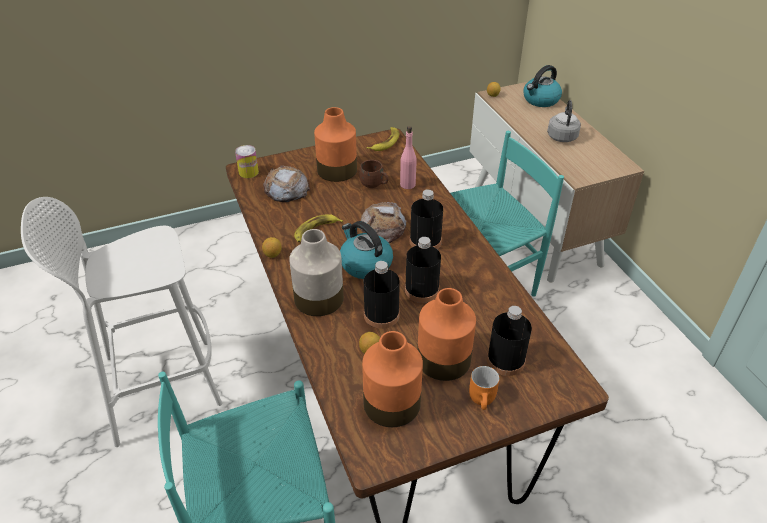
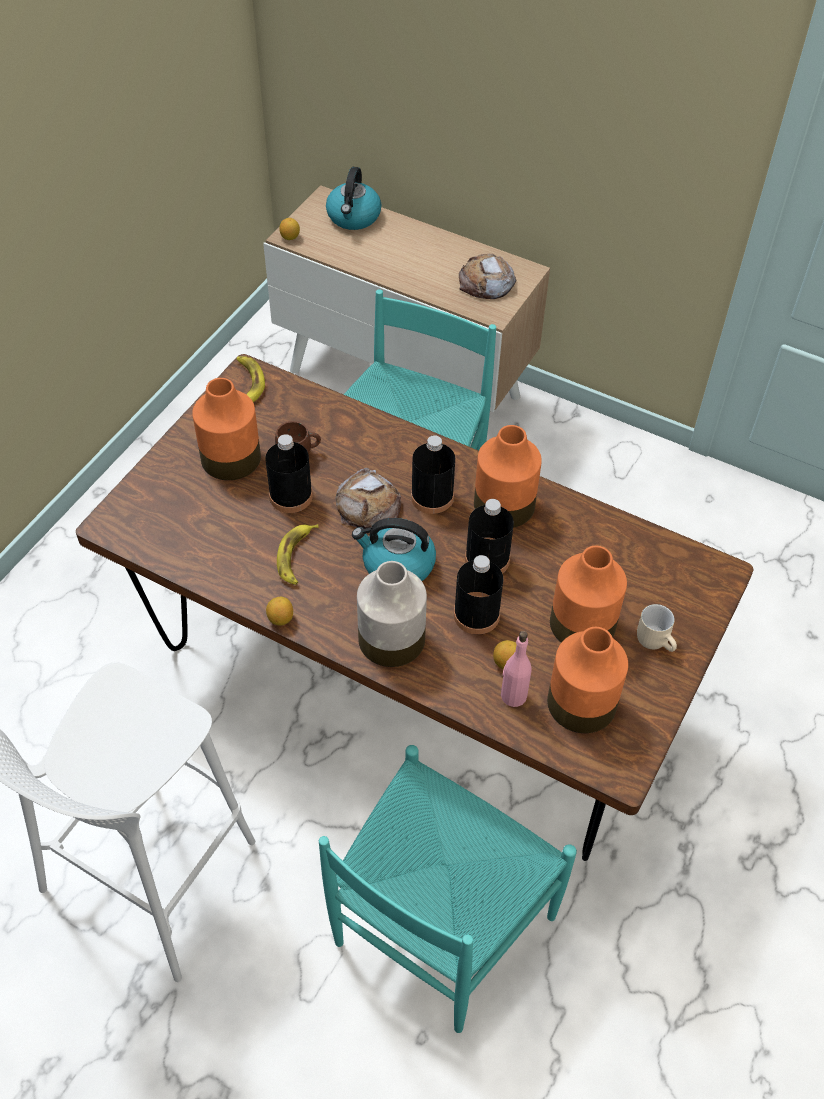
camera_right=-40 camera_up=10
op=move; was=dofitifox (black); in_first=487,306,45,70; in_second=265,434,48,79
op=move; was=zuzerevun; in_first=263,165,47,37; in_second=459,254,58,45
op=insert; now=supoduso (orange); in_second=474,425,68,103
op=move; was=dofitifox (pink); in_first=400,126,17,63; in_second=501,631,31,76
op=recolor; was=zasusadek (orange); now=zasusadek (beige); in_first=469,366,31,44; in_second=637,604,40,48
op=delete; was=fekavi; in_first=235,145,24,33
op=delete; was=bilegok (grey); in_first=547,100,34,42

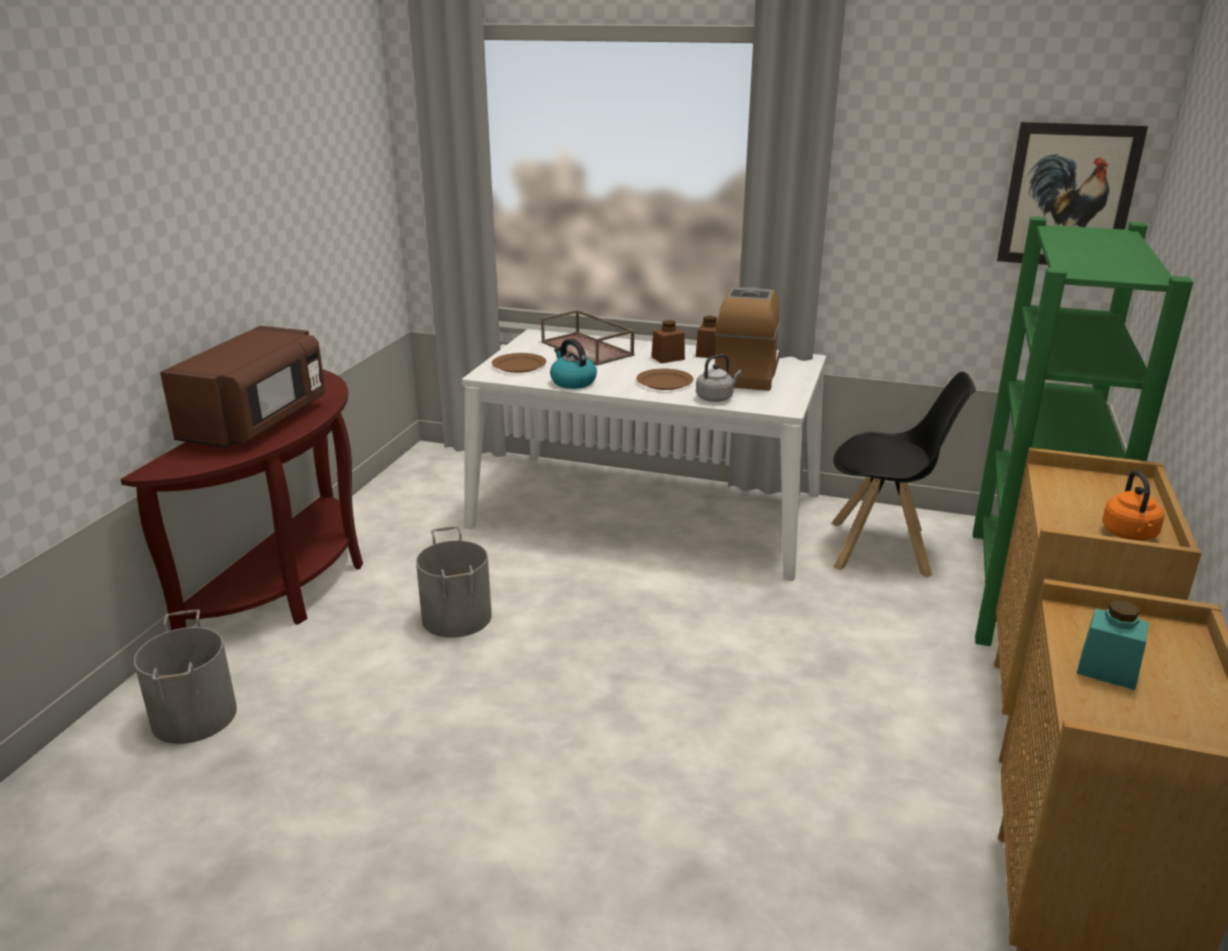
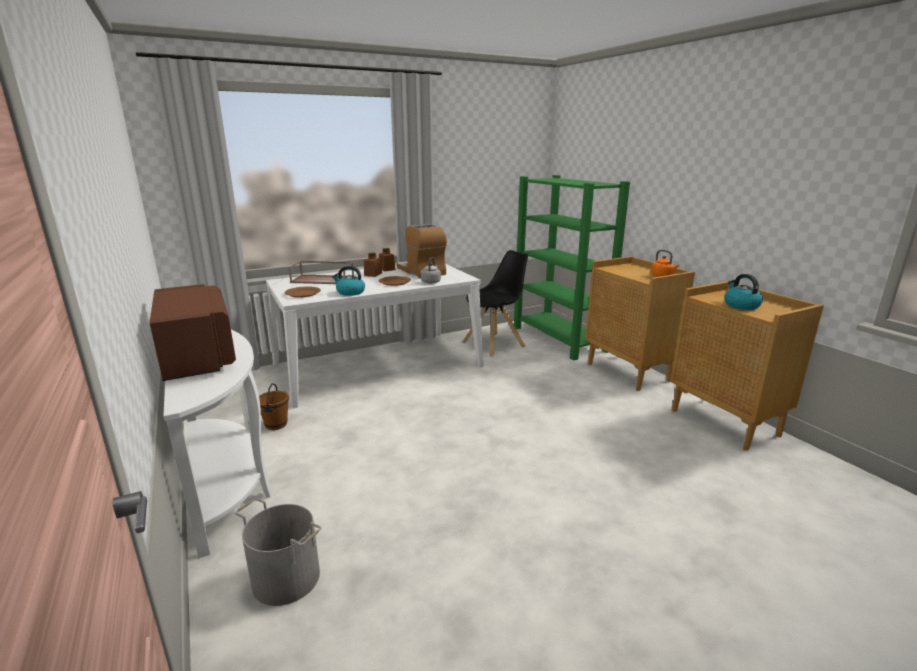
camera_right=-45 camera_up=-5
op=recolor; was=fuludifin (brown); now=fuludifin (white); in_first=120,369,243,262; in_second=163,330,109,228
op=insert; now=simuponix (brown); in_second=259,383,30,47
op=replace; was=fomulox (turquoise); now=bilegok; in_first=1077,600,72,90; in_second=724,274,39,36
op=delete; was=simuponix (grey); in_first=416,526,76,112
op=delete; was=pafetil; in_first=997,122,151,143

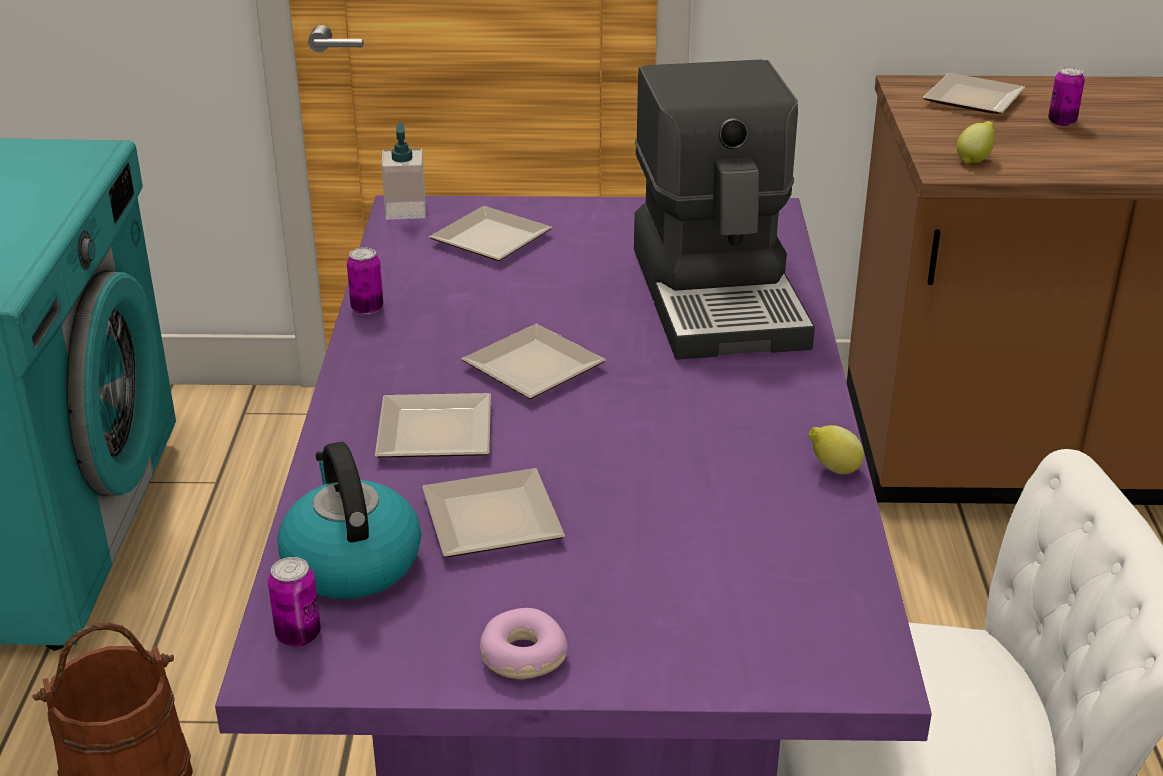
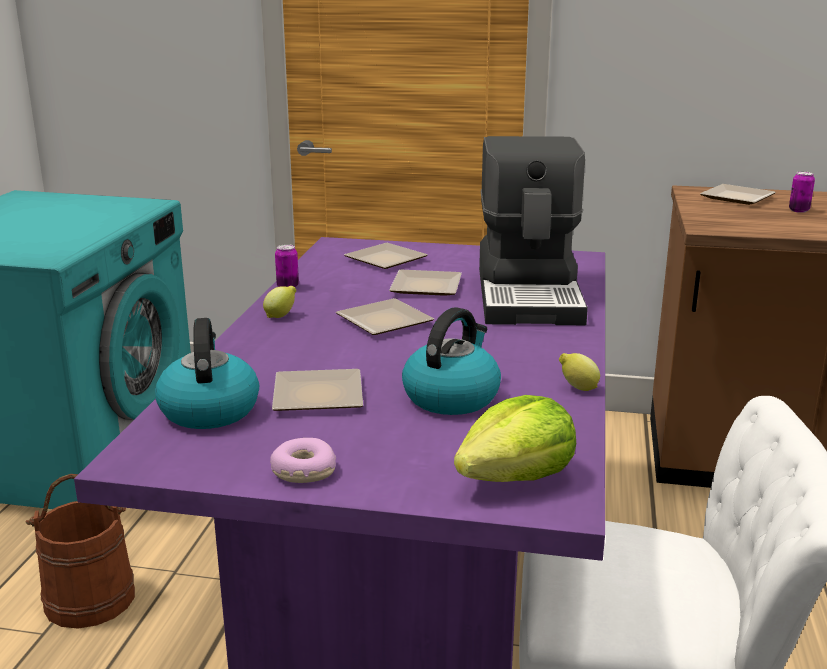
camera_right=10 camera_up=-10
op=move; was=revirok; in_first=957,121,38,43; in_second=263,286,33,32
op=move; was=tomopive; in_first=375,393,116,65; in_second=389,270,73,26
op=insert; now=bilegok; in_second=402,307,99,108
op=insert; now=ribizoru; in_second=454,395,122,87
op=delete; was=fekavi; in_first=268,557,53,90
op=delete; was=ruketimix; in_first=381,122,45,98

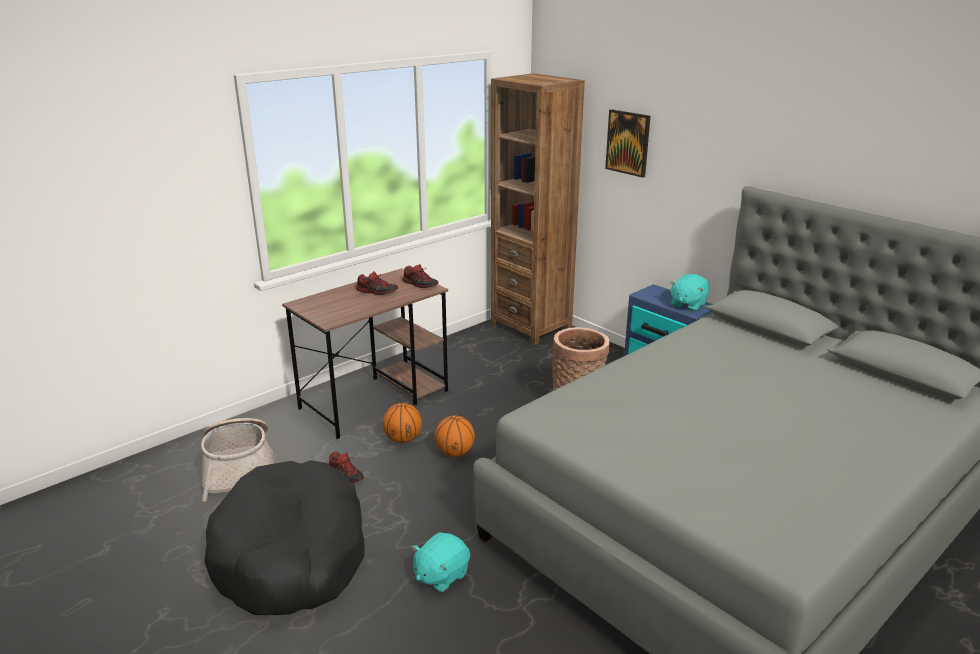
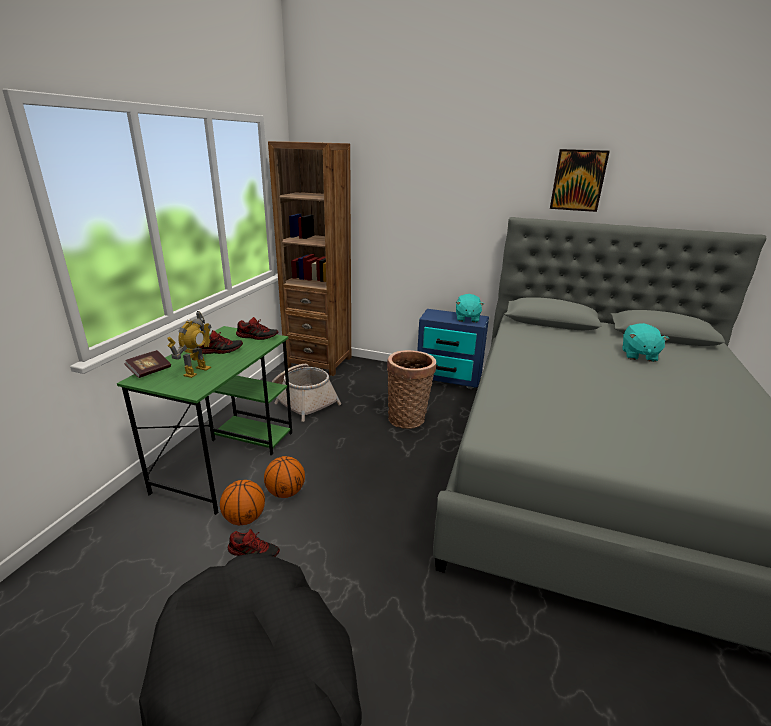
camera_right=-30 camera_up=0
op=recolor; was=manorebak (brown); now=manorebak (green); in_first=282,268,166,171; in_second=117,326,175,189
op=insert; now=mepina; in_second=125,350,46,28
op=insert; now=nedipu; in_second=167,311,45,67
op=move; was=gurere; in_first=434,416,41,41; in_second=220,480,45,45
op=move; was=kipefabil; in_first=201,418,73,84; in_second=272,364,69,58
op=move; was=pafetil; in_first=605,109,46,69; in_second=550,149,60,63
op=move; was=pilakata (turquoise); in_first=412,532,58,61; in_second=623,323,46,39

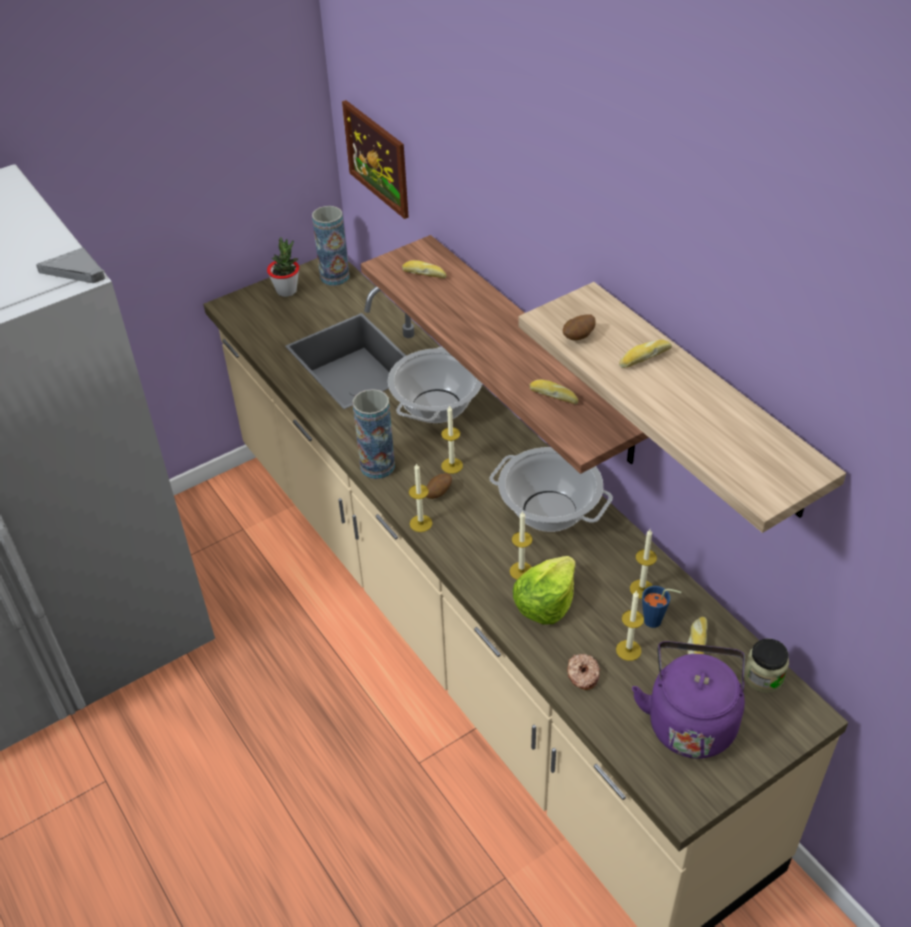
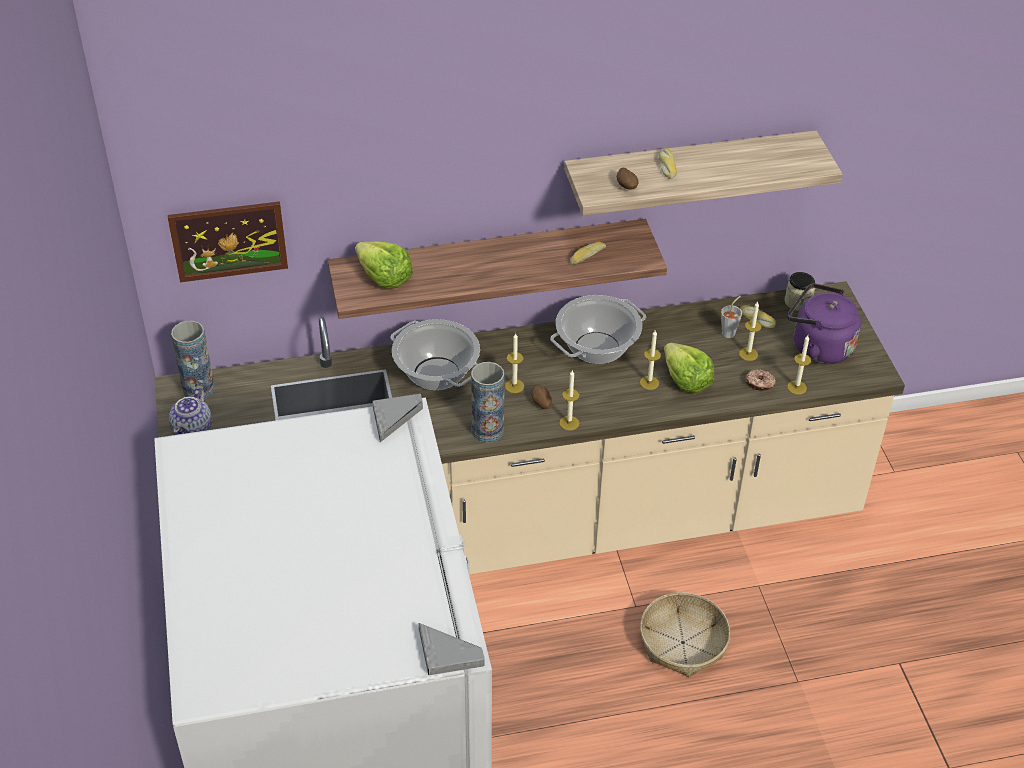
camera_right=-70 camera_up=0
op=replace; was=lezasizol; now=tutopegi; in_first=267,237,32,60; in_second=169,387,43,48
op=replace; was=zuzerevun; now=ribizoru; in_first=402,260,45,19; in_second=355,241,58,48
op=insert; now=kipefabil; in_second=640,592,90,85
op=recolor; was=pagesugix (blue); now=pagesugix (grey); in_first=642,586,39,42; in_second=721,296,21,42
op=move; was=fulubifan; in_first=630,529,27,70; in_second=787,335,24,60

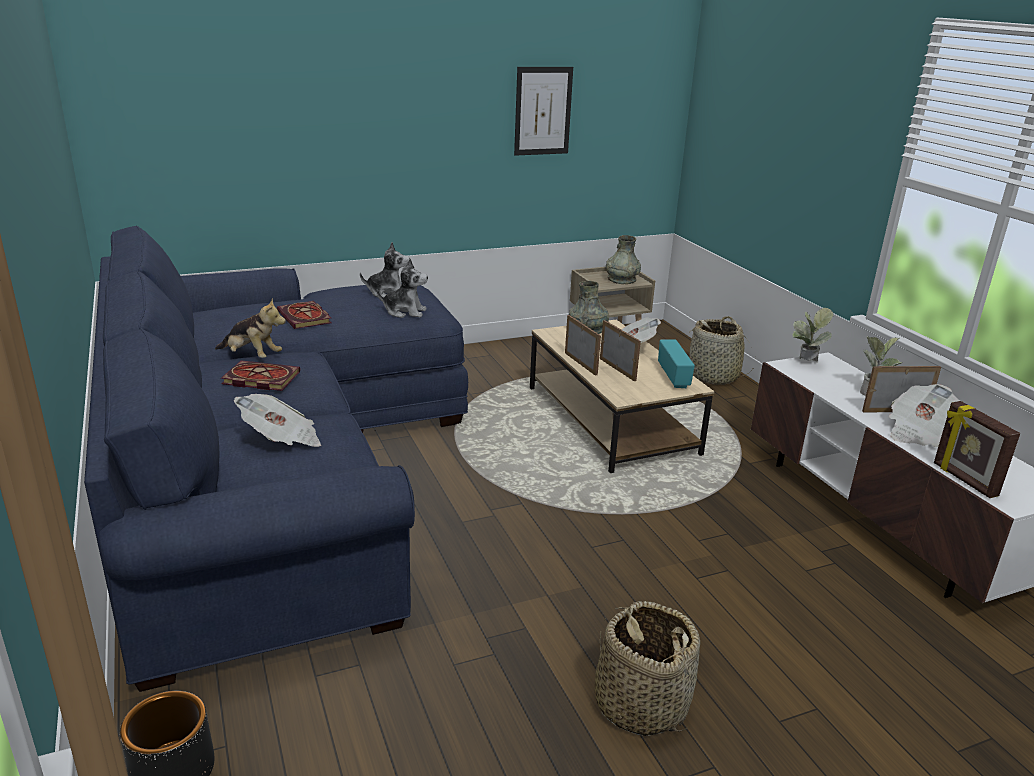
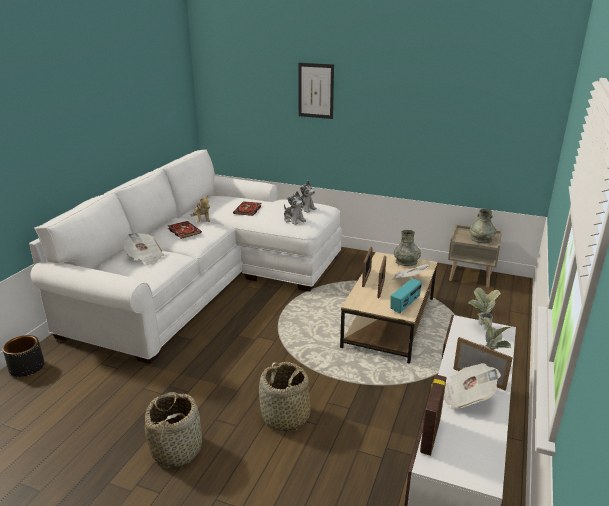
camera_right=45 camera_up=0
op=recolor; was=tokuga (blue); now=tokuga (white); in_first=84,225,384,467; in_second=29,150,313,214
op=move; was=kipefabil; in_first=690,316,65,69; in_second=259,362,52,69
op=move; was=pafetil; in_first=514,67,59,89; in_second=298,63,36,56

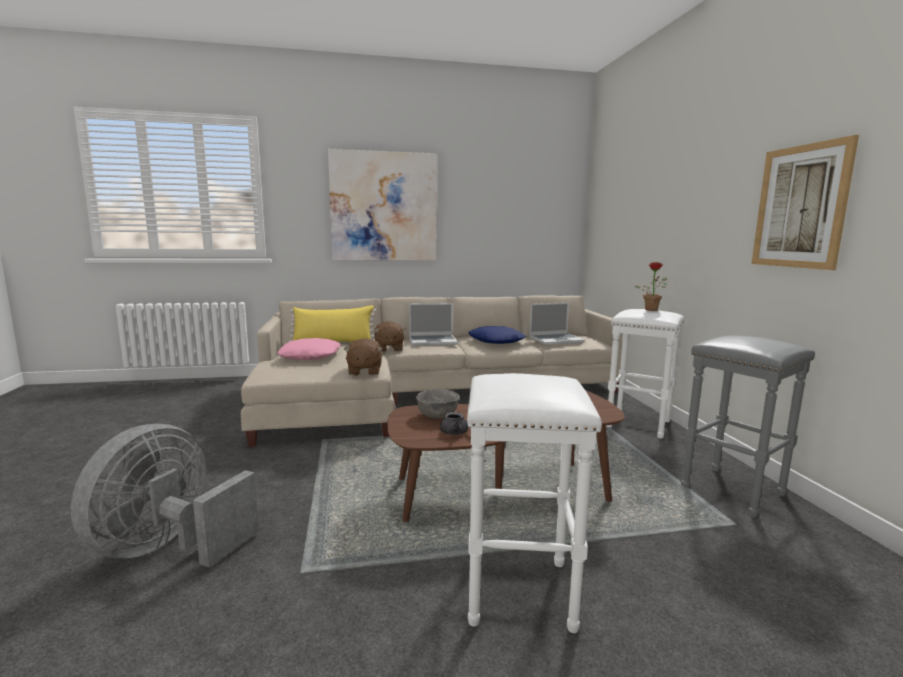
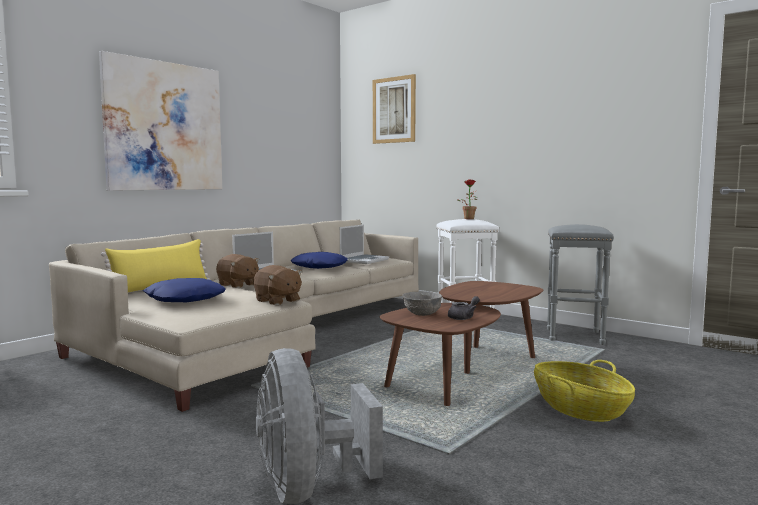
camera_right=-40 camera_up=-5
op=recolor; was=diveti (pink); now=diveti (blue); in_first=277,338,64,22; in_second=143,278,83,24
op=move; was=pafetil; in_first=752,135,107,135; in_second=373,74,43,70
op=replace; was=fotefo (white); now=kipefabil; in_first=467,373,135,260; in_second=534,360,101,62

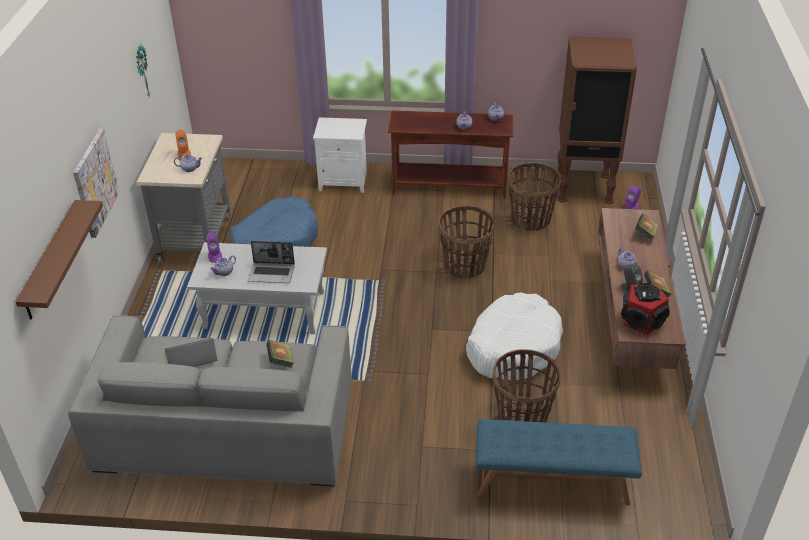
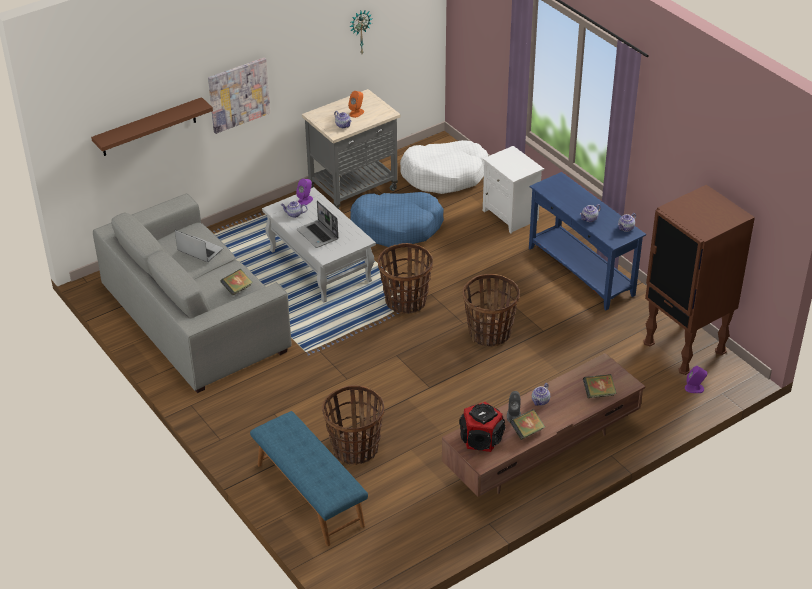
camera_right=50 camera_up=0
op=move; was=kipefabil; in_first=507,162,55,69; in_second=378,243,55,71
op=move; was=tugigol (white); in_first=466,292,97,88; in_second=400,140,88,54
op=recolor; was=fuludifin (brown); now=fuludifin (blue); in_first=388,111,125,88; in_second=529,172,117,139

